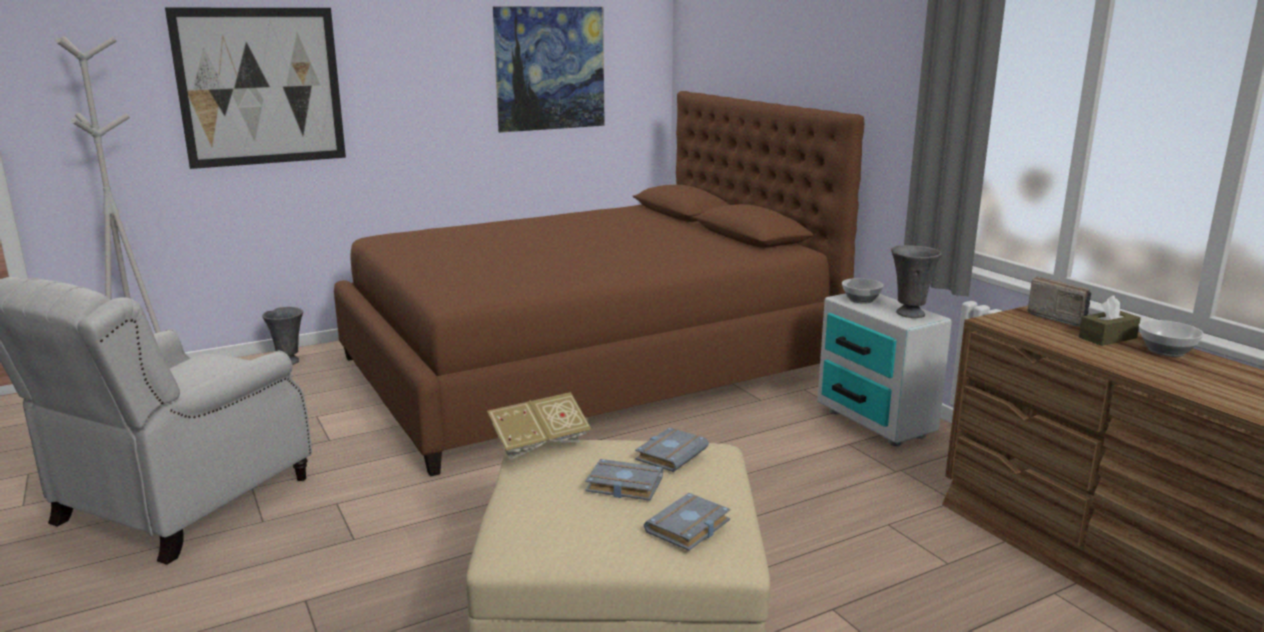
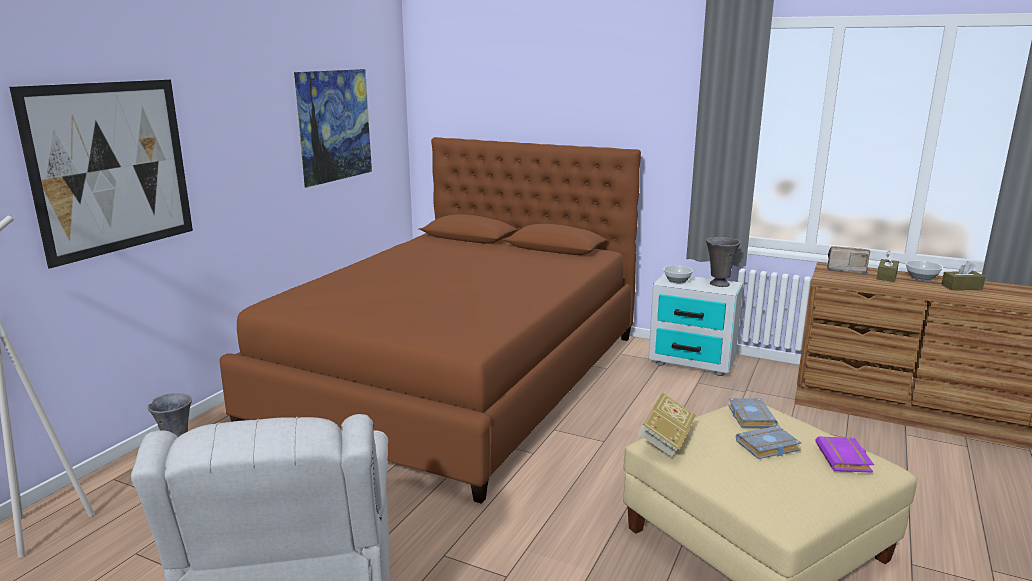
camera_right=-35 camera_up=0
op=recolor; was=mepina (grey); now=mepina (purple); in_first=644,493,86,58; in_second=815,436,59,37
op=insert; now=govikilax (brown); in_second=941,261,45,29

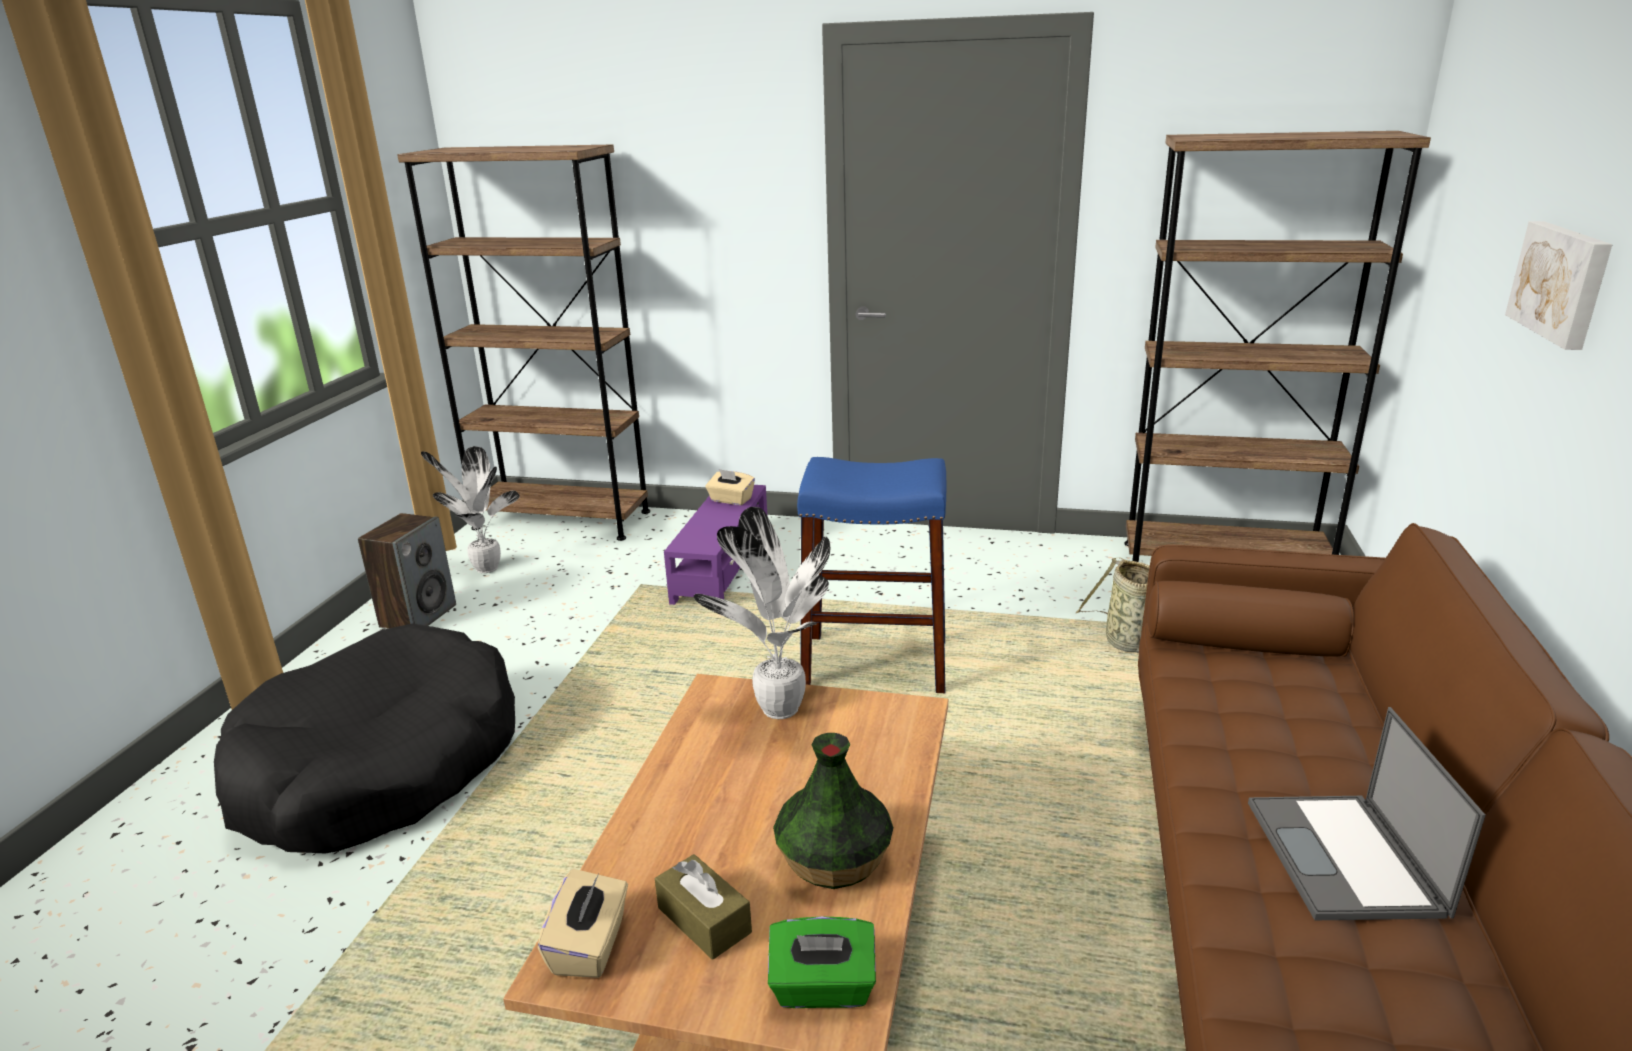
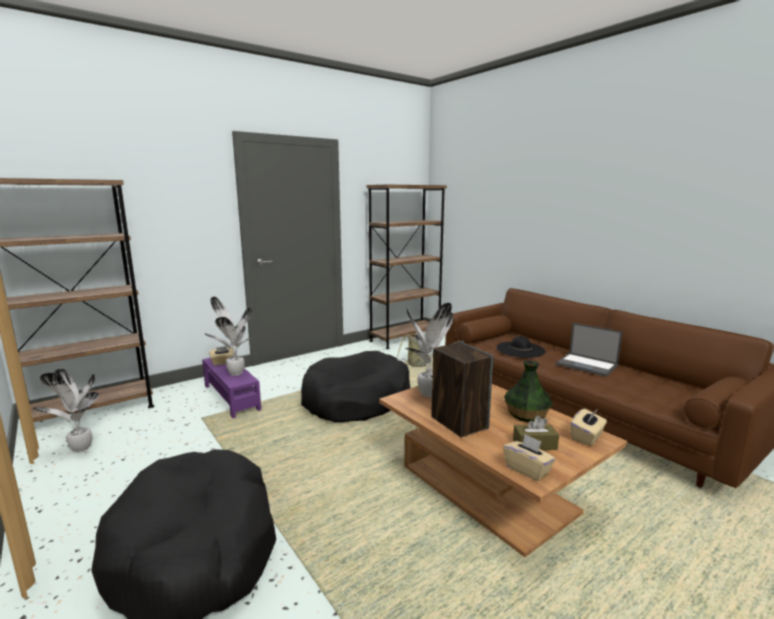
camera_right=-50 camera_up=-10
op=insert; now=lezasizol; in_second=204,297,48,79
op=replace; was=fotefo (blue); now=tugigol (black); in_first=797,457,149,236; in_second=301,351,110,72
op=move; was=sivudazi; in_first=358,513,98,116; in_second=431,342,62,95
op=insert; now=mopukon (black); in_second=497,336,49,22
op=recolor; was=govikilax (green); now=govikilax (beige); in_first=768,916,108,92; in_second=570,409,37,37
op=delete; was=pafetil; in_first=1505,221,108,129

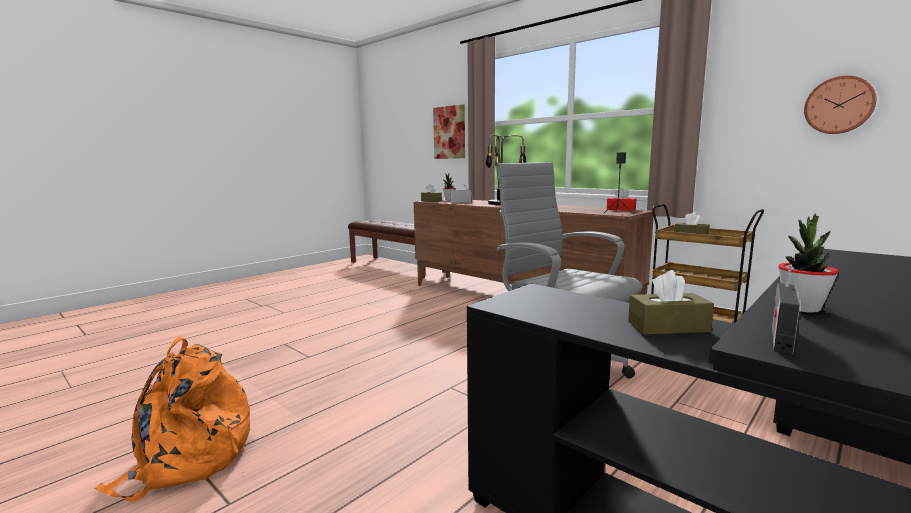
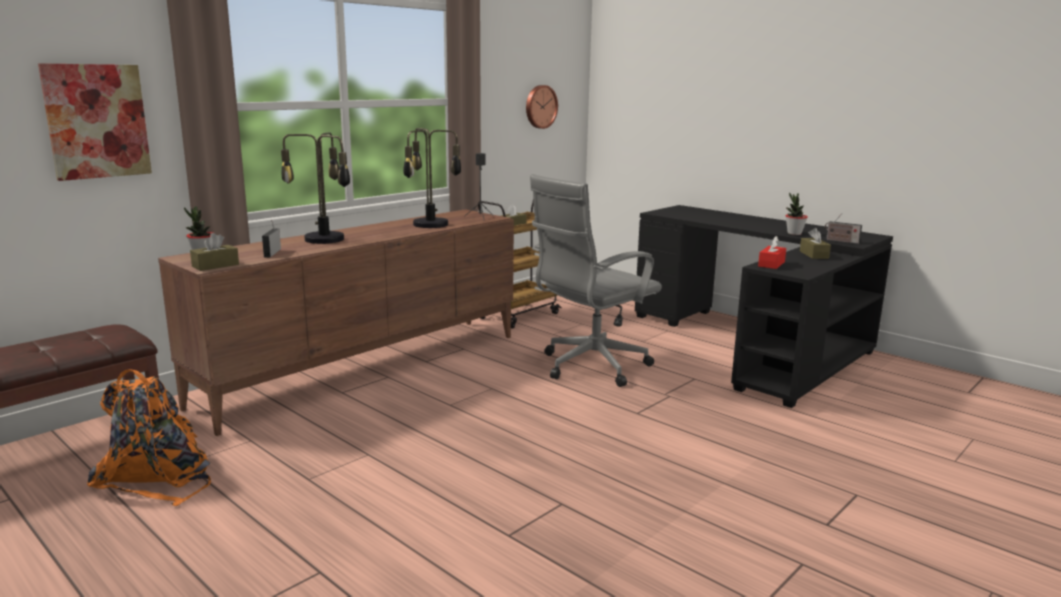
camera_right=-90 camera_up=5
op=move; was=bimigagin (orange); in_first=94,336,156,165; in_second=87,369,124,137
op=insert; now=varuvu; in_second=404,128,57,100
op=move; was=govikilax (red); in_first=607,188,29,23; in_second=758,236,28,33

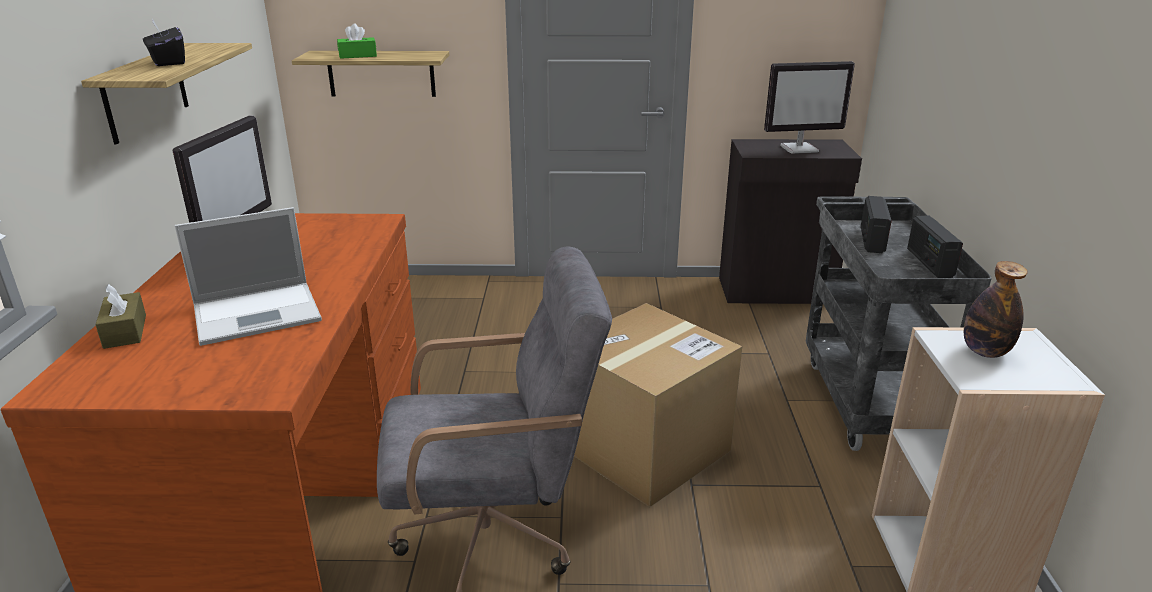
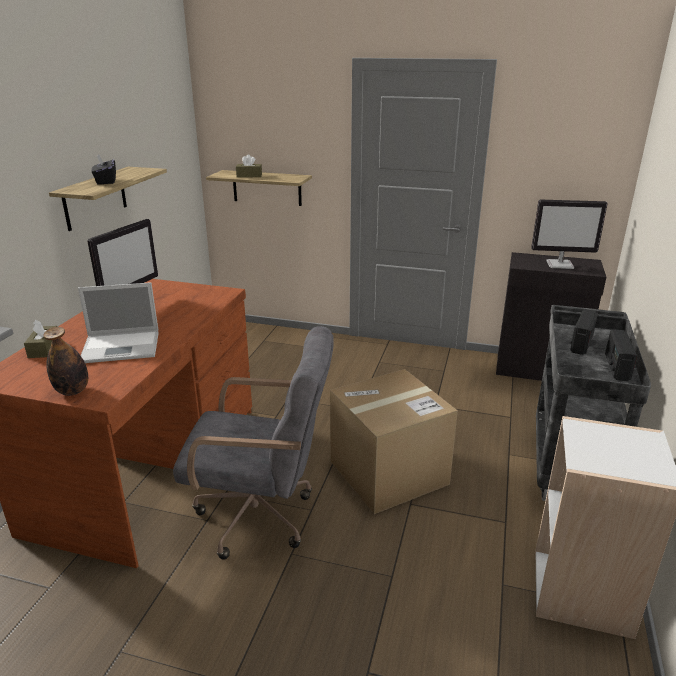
camera_right=15 camera_up=0
op=move; was=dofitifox; in_first=964,261,64,97; in_second=43,327,45,69
op=recolor; was=govikilax (green); now=govikilax (brown); in_first=337,24,40,35; in_second=236,154,26,23

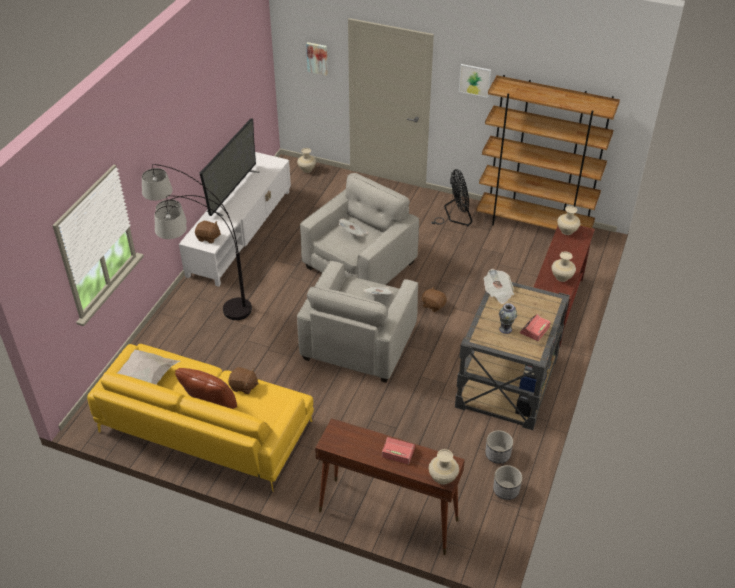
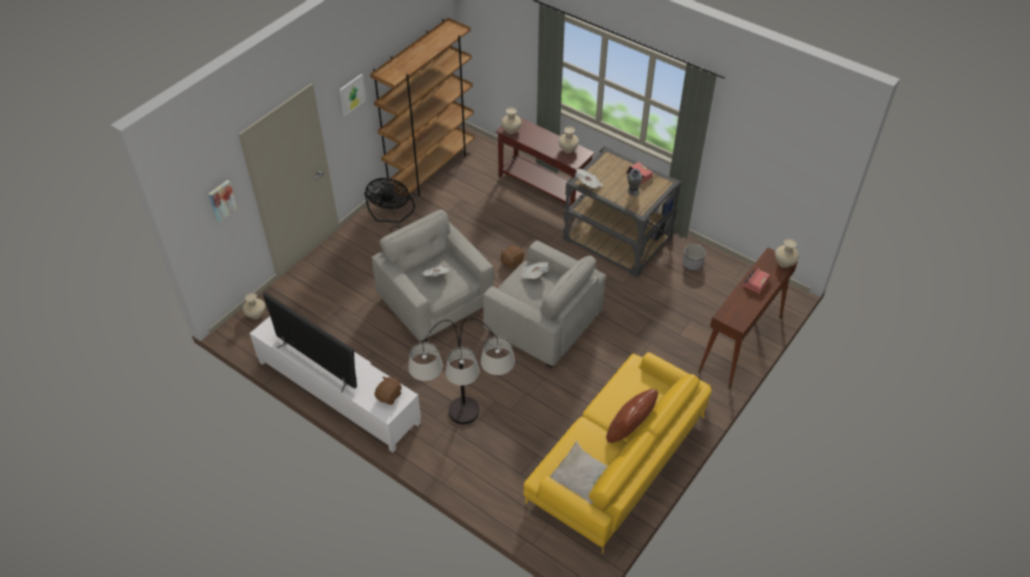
camera_right=-75 camera_up=5
op=delete; was=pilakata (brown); in_first=228,367,31,27
op=delete; was=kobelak; in_first=493,465,29,35

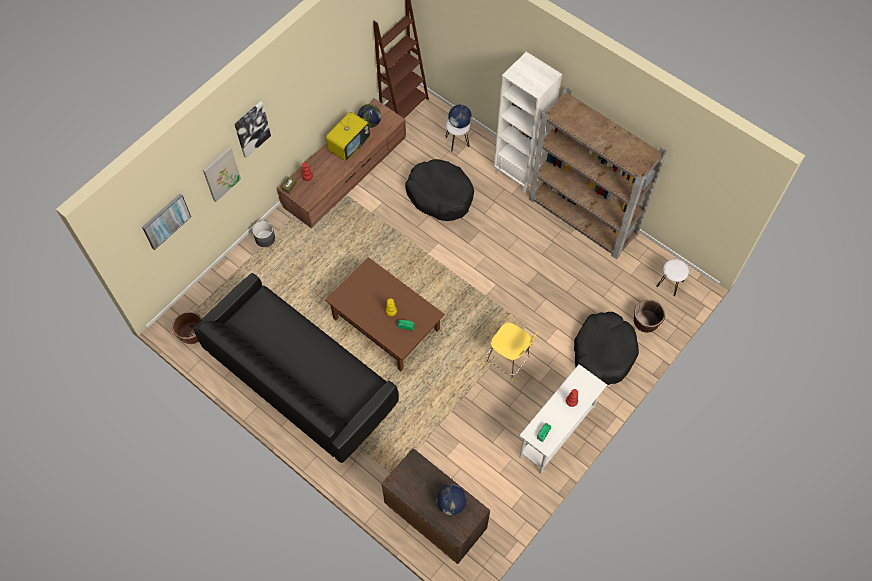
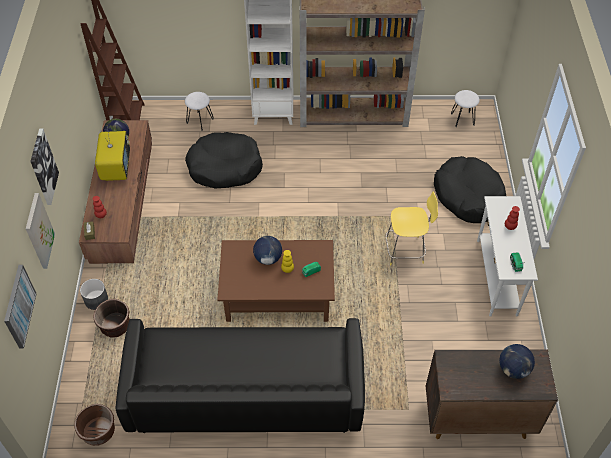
camera_right=-40 camera_up=-10
op=move; was=kobelak (brown); in_first=634,300,31,33; in_second=94,299,36,39
op=move; was=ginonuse; in_first=448,105,24,23; in_second=253,236,29,29

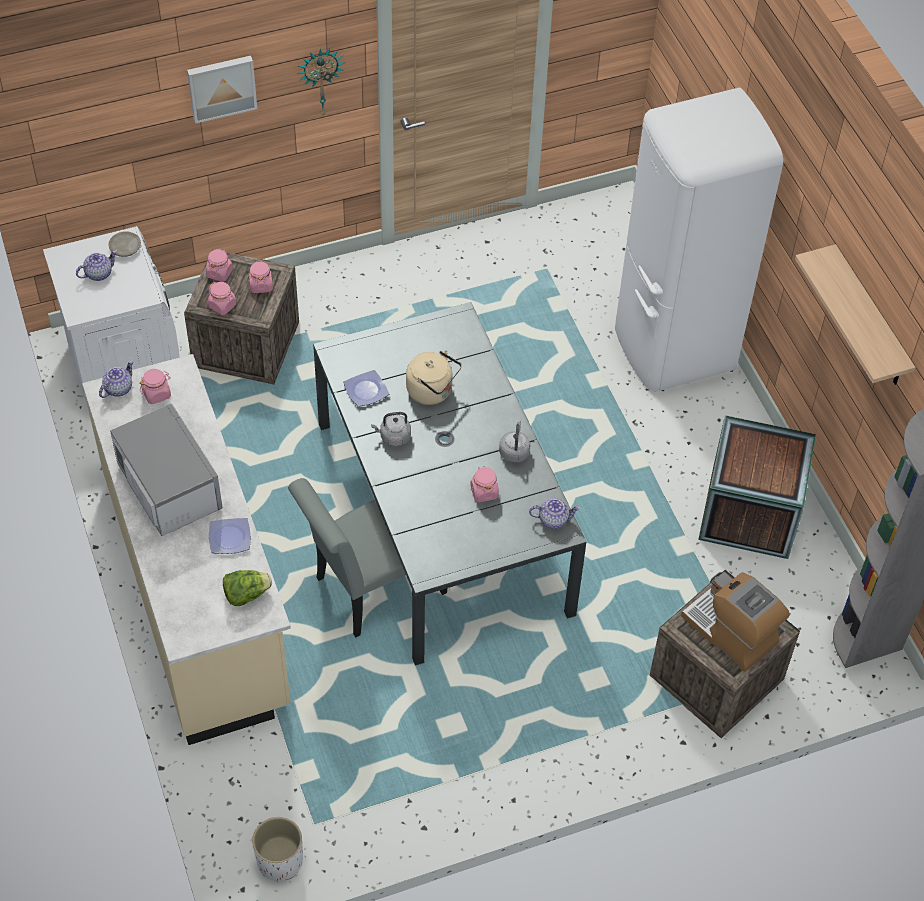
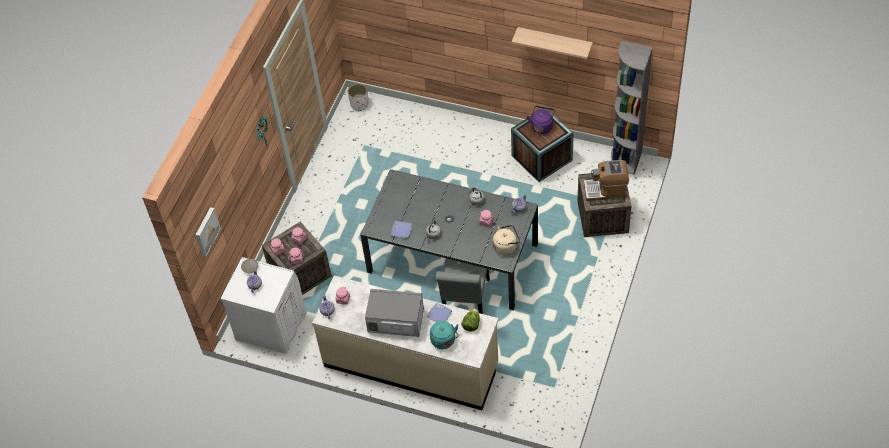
camera_right=-45 camera_up=0
op=move; was=pafetil; in_first=187,56,70,68; in_second=196,207,25,49
op=move; was=kobelak (white); in_first=252,817,51,64; in_second=348,83,21,28
op=insert; now=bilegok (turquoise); in_second=430,321,28,28
op=move; was=bilegok (beige); in_first=406,350,56,55; in_second=493,225,27,31
op=insert; now=bilegok (purple); in_second=527,106,28,28
op=delete; was=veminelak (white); in_first=615,88,168,304

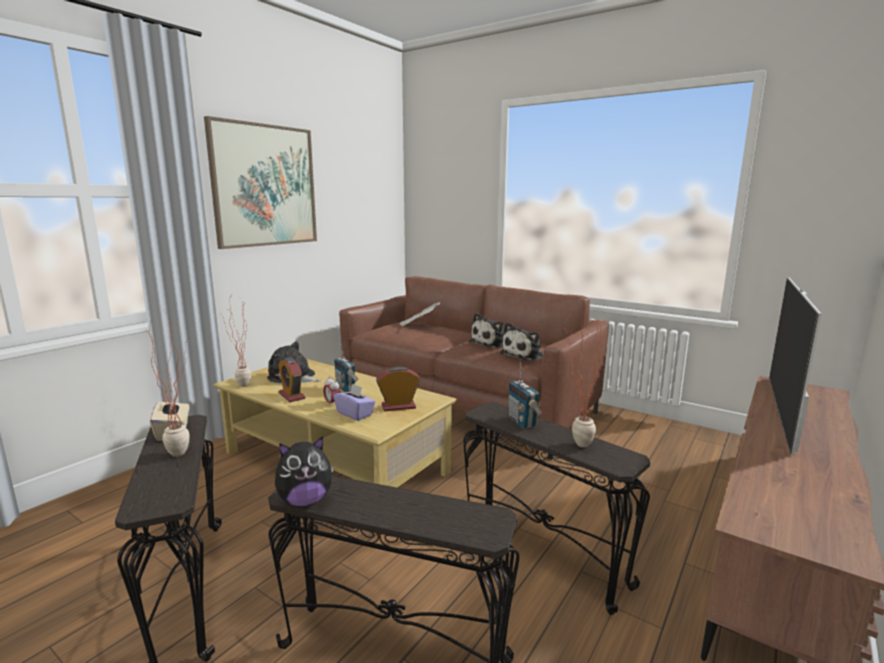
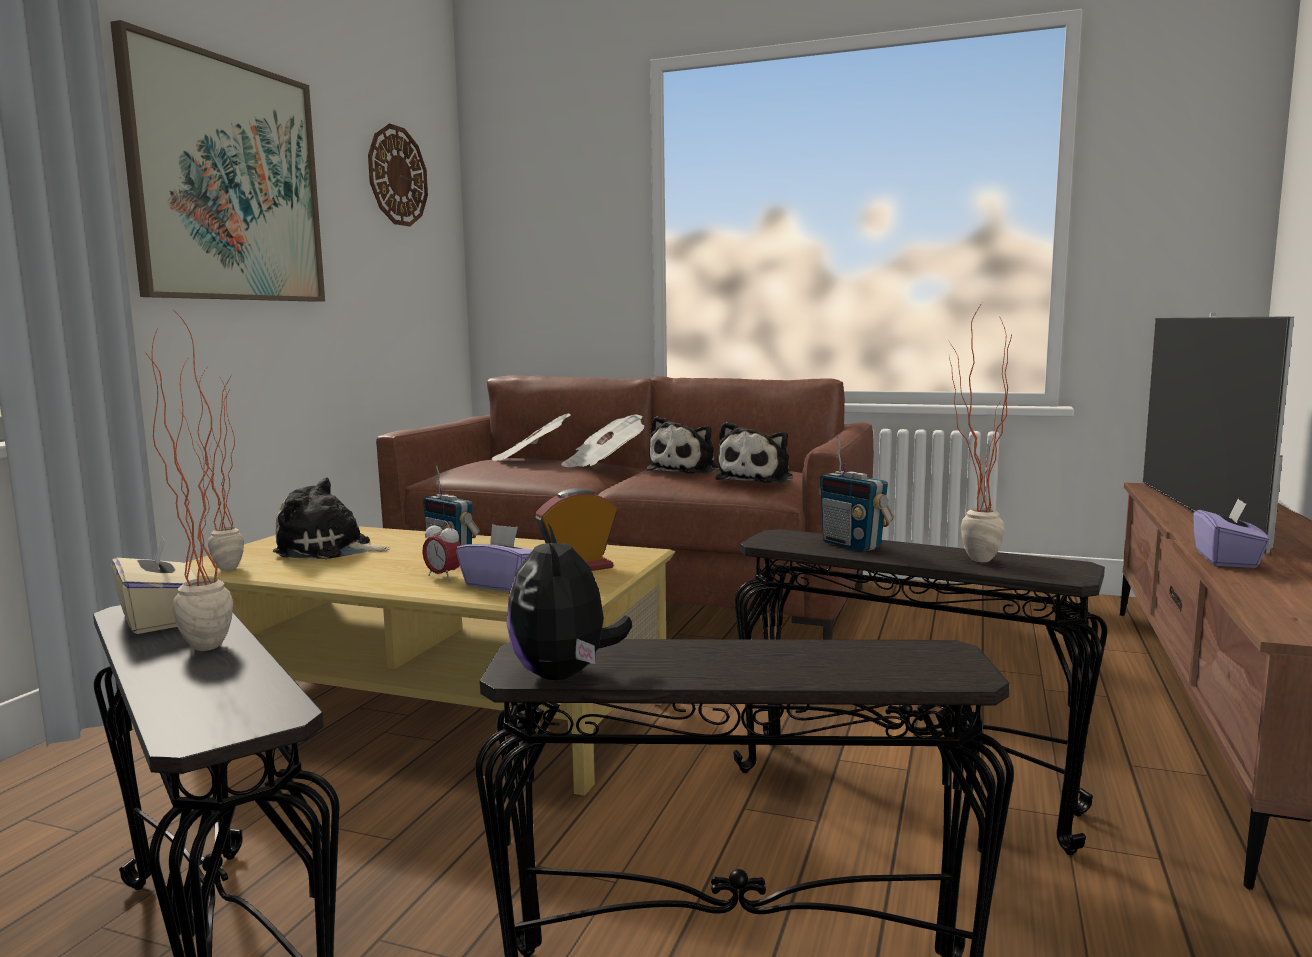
camera_right=-15 camera_up=-5
op=insert; now=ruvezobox; in_second=368,123,60,104
op=rotate; was=pilakata; in_first=275,436,59,71; in_second=506,523,126,157; clockwise=120
op=insert; now=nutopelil; in_second=561,414,83,53
op=insert; now=govikilax (purple); in_second=1193,498,77,70
op=delete; was=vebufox; in_first=278,357,28,45

